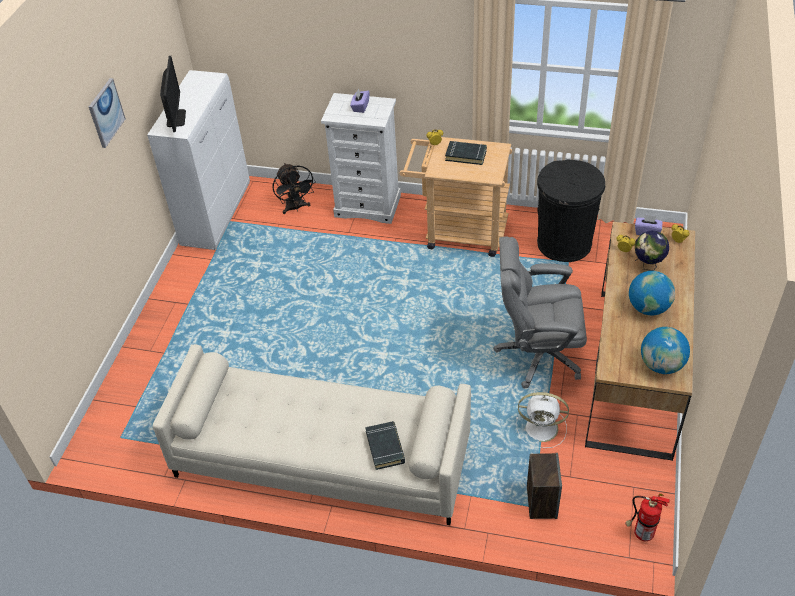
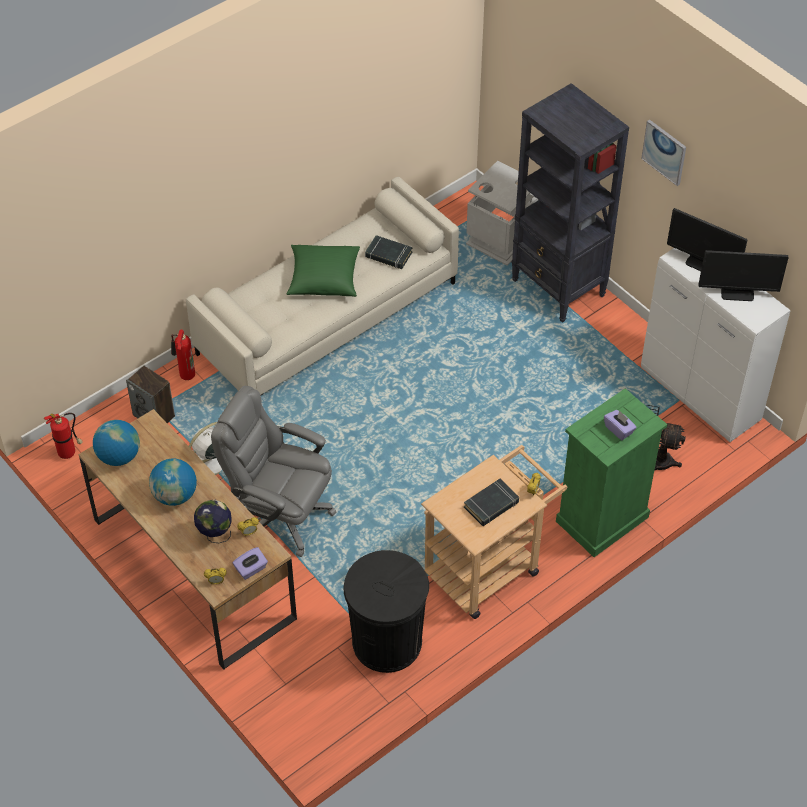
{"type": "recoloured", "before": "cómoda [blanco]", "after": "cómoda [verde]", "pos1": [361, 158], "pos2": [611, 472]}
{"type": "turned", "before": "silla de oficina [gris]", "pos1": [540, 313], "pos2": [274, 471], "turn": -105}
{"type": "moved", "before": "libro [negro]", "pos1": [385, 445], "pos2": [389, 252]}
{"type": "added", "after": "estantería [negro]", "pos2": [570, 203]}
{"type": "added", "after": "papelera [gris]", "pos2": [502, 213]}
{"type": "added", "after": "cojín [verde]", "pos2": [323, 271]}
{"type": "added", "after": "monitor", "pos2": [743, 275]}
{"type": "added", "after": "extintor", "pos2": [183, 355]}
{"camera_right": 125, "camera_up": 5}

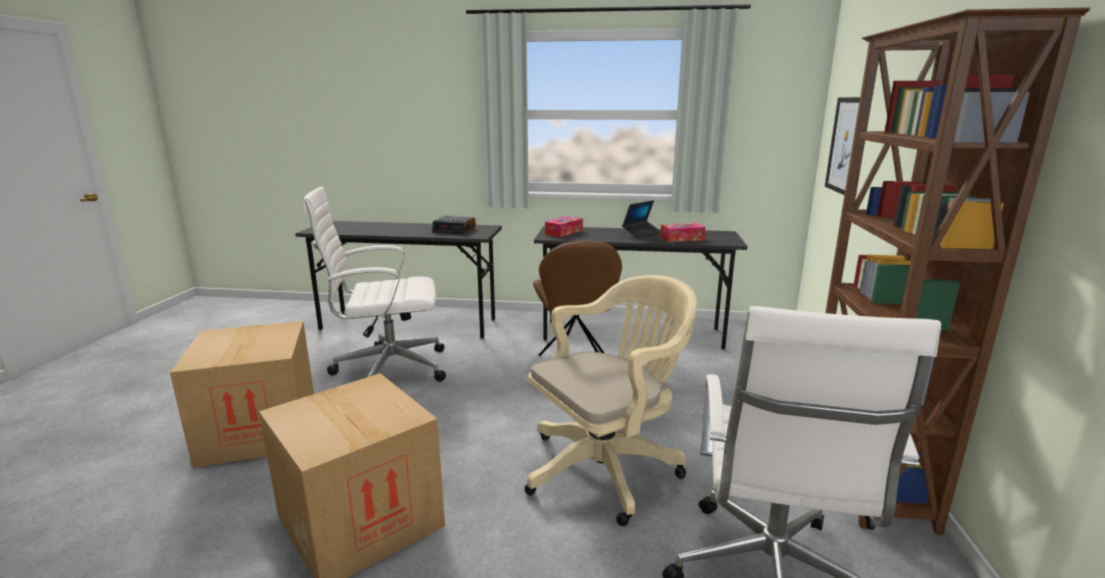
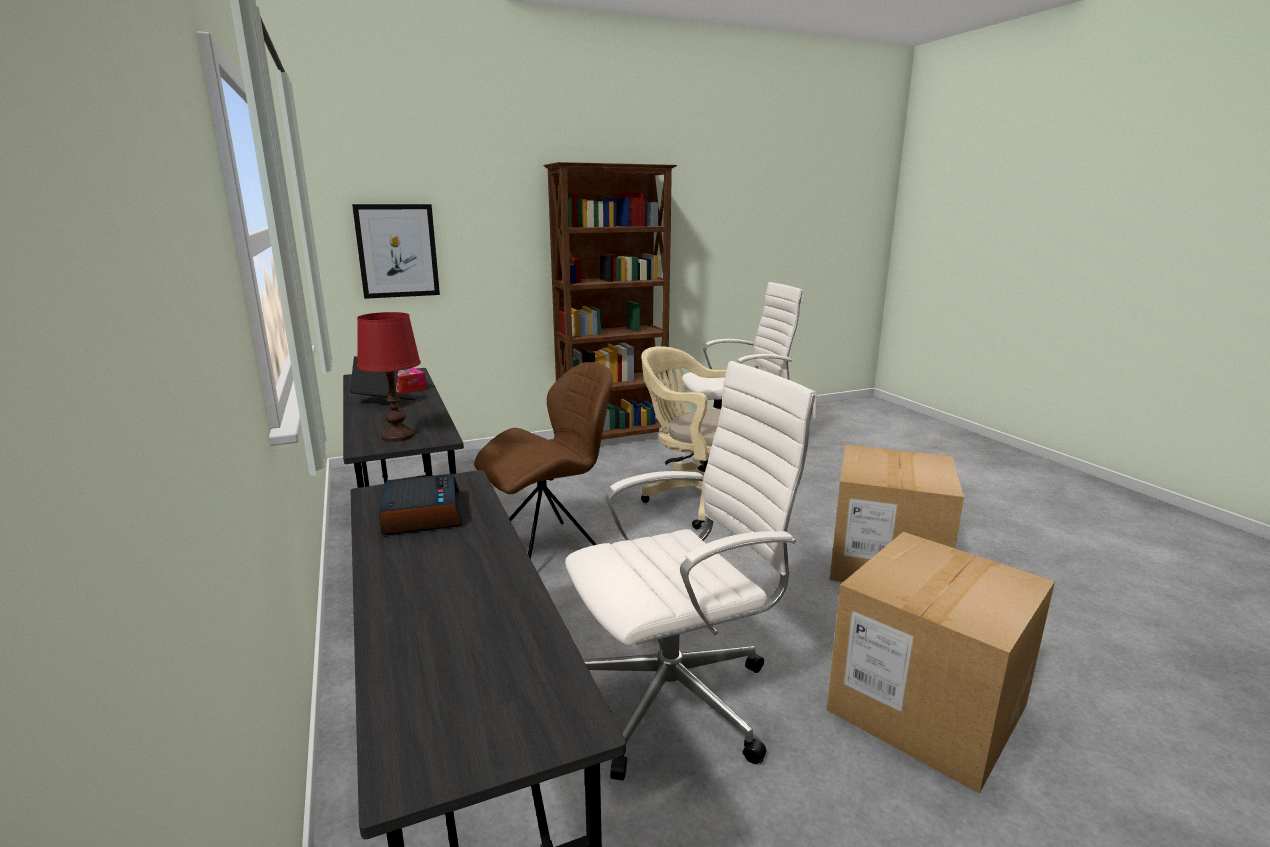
{"type": "turned", "before": "silla de oficina [blanco]", "pos1": [374, 284], "pos2": [691, 570], "turn": -75}
{"type": "replaced", "before": "caja de pañuelos", "after": "lámpara de mesa [rojo]", "pos1": [564, 226], "pos2": [389, 377]}
{"camera_right": -120, "camera_up": 0}

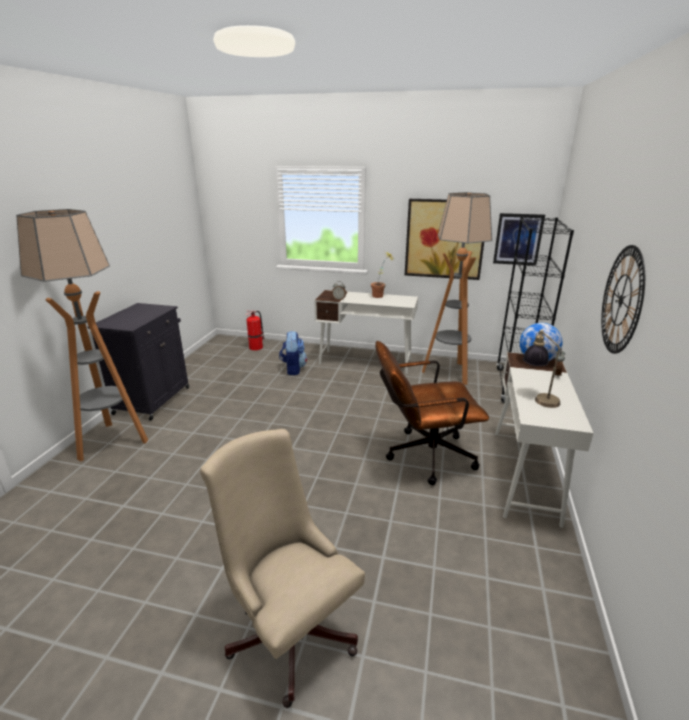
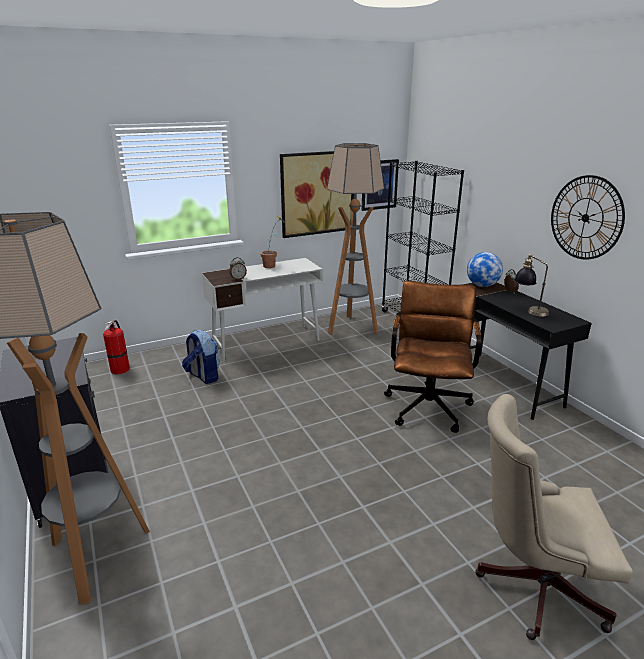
{"type": "turned", "before": "silla de oficina [marrón]", "pos1": [432, 413], "pos2": [432, 357], "turn": 150}
{"type": "recoloured", "before": "escritorio [blanco]", "after": "escritorio [negro]", "pos1": [544, 440], "pos2": [527, 351]}
{"camera_right": -40, "camera_up": 0}

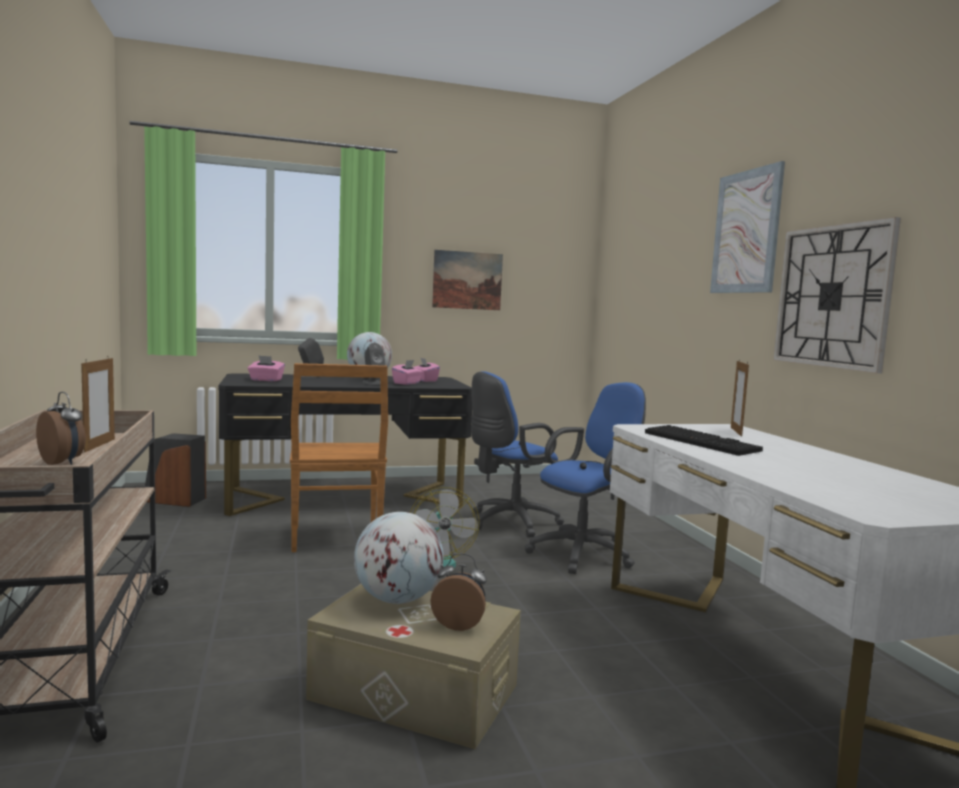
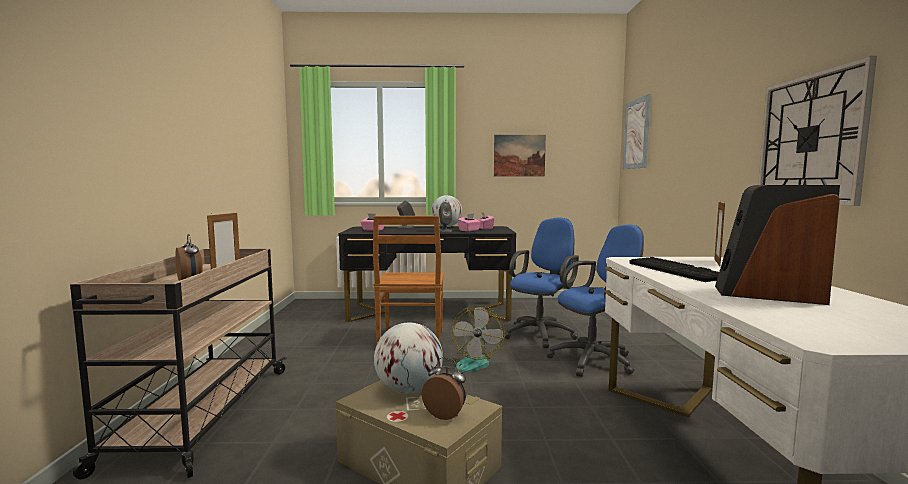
{"type": "moved", "before": "cuadro", "pos1": [747, 227], "pos2": [637, 131]}
{"type": "turned", "before": "silla de oficina [azul]", "pos1": [517, 454], "pos2": [541, 283], "turn": 150}
{"type": "moved", "before": "altavoz", "pos1": [175, 470], "pos2": [777, 245]}
{"camera_right": 15, "camera_up": 0}

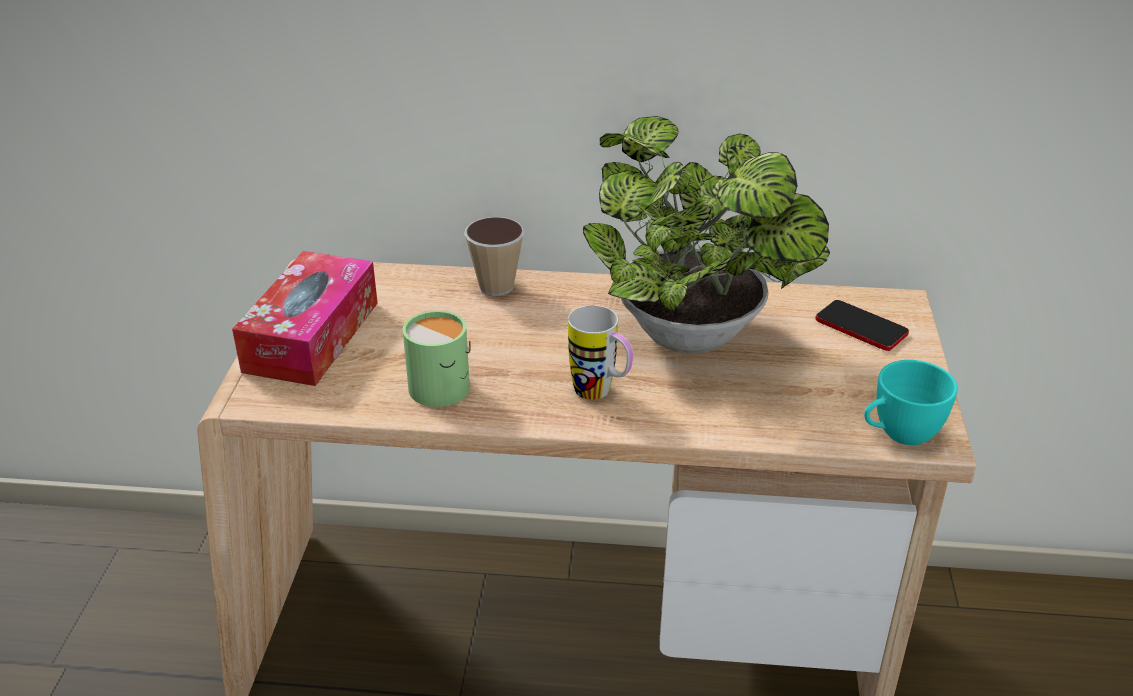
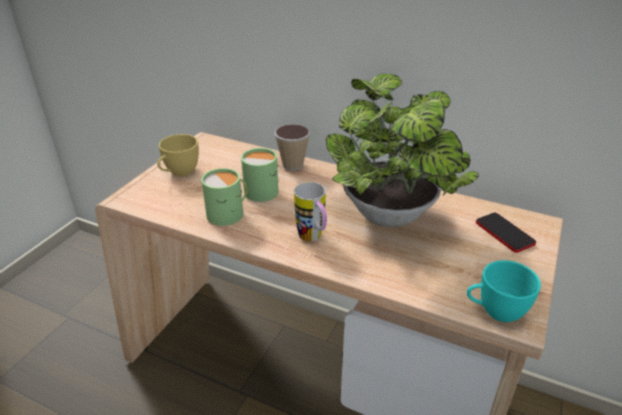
{"type": "replaced", "before": "caja de pañuelos", "after": "taza [amarillo]", "pos1": [305, 318], "pos2": [178, 155]}
{"type": "added", "after": "taza grande [verde]", "pos2": [260, 175]}
{"camera_right": 20, "camera_up": 0}

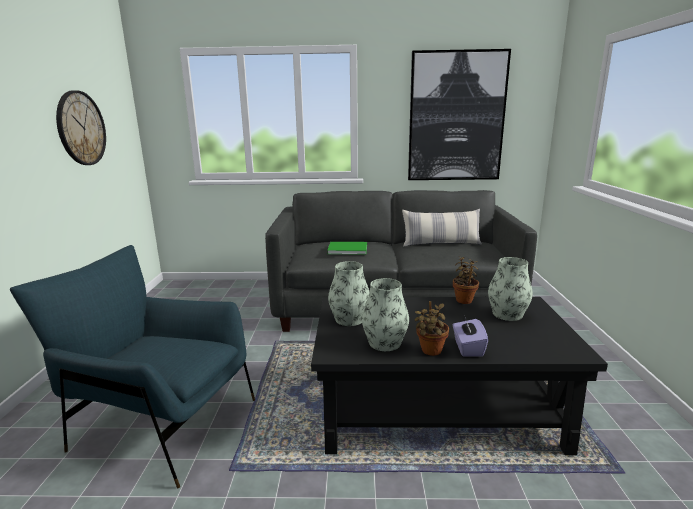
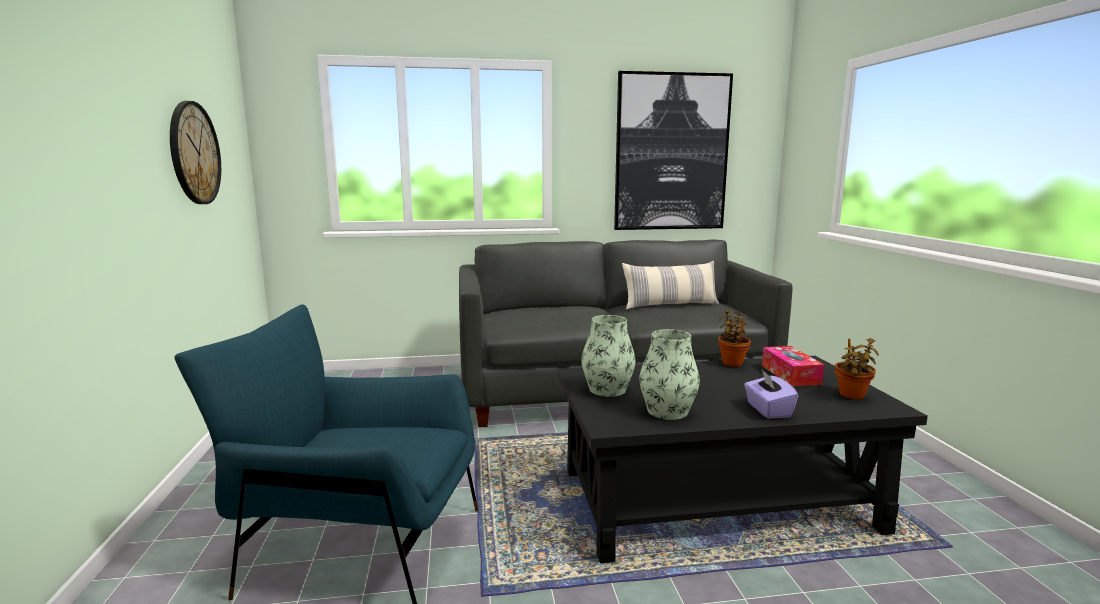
{"type": "removed", "before": "libro [verde]", "pos1": [347, 248]}
{"type": "replaced", "before": "florero", "after": "caja de pañuelos", "pos1": [510, 289], "pos2": [793, 366]}
{"type": "moved", "before": "planta en maceta", "pos1": [431, 328], "pos2": [857, 369]}
{"camera_right": -10, "camera_up": -5}

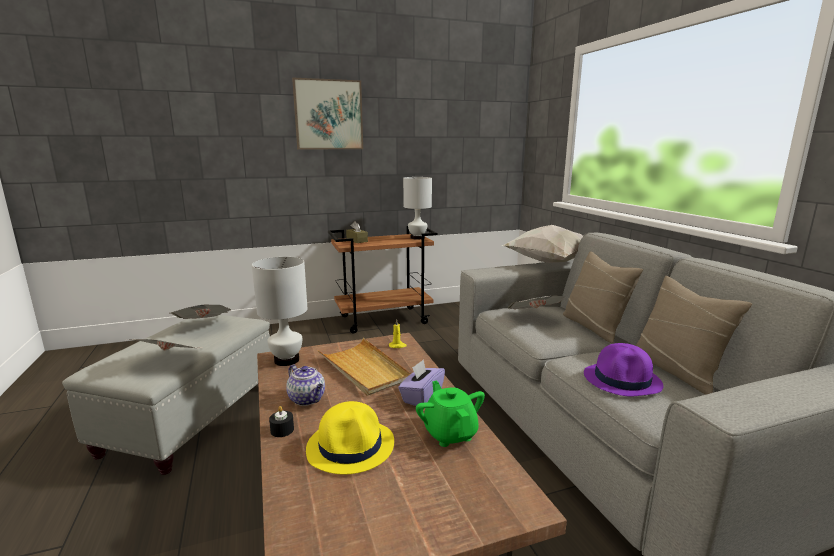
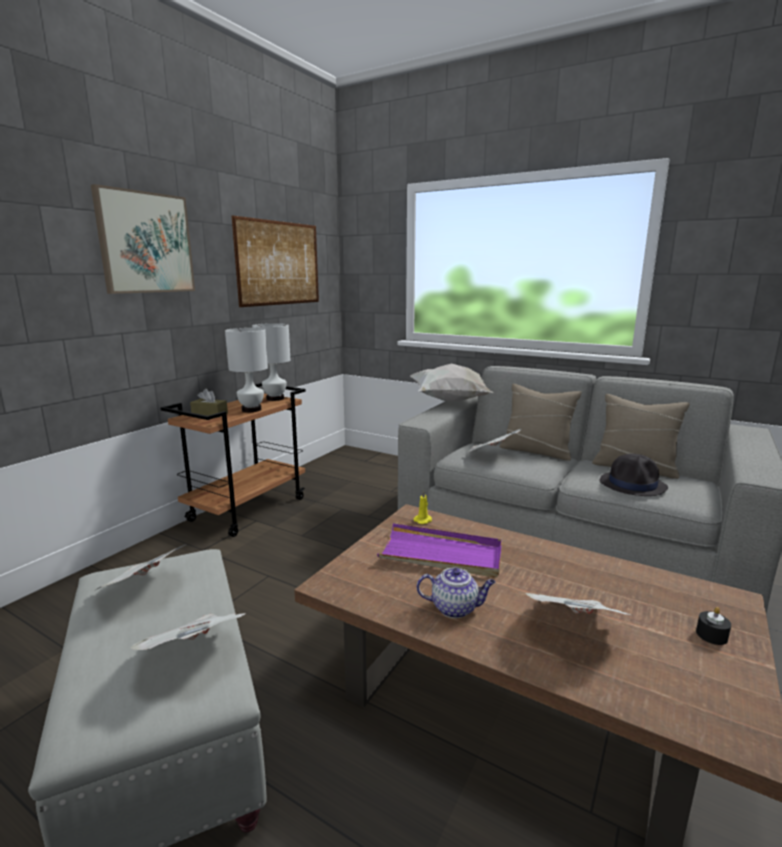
{"type": "moved", "before": "lámpara de mesa [blanco]", "pos1": [280, 311], "pos2": [246, 370]}
{"type": "recoloured", "before": "bandeja [beis]", "after": "bandeja [morado]", "pos1": [364, 367], "pos2": [439, 550]}
{"type": "recoloured", "before": "sombrero [morado]", "after": "sombrero [negro]", "pos1": [623, 369], "pos2": [634, 475]}
{"type": "removed", "before": "caja de pañuelos [morado]", "pos1": [421, 382]}
{"type": "removed", "before": "tetera [verde]", "pos1": [450, 414]}
{"type": "replaced", "before": "sombrero [amarillo]", "after": "periódico", "pos1": [350, 437], "pos2": [579, 604]}
{"type": "moved", "before": "vela [negro]", "pos1": [281, 421], "pos2": [713, 626]}
{"type": "added", "after": "cuadro", "pos2": [275, 261]}
{"camera_right": -40, "camera_up": 0}

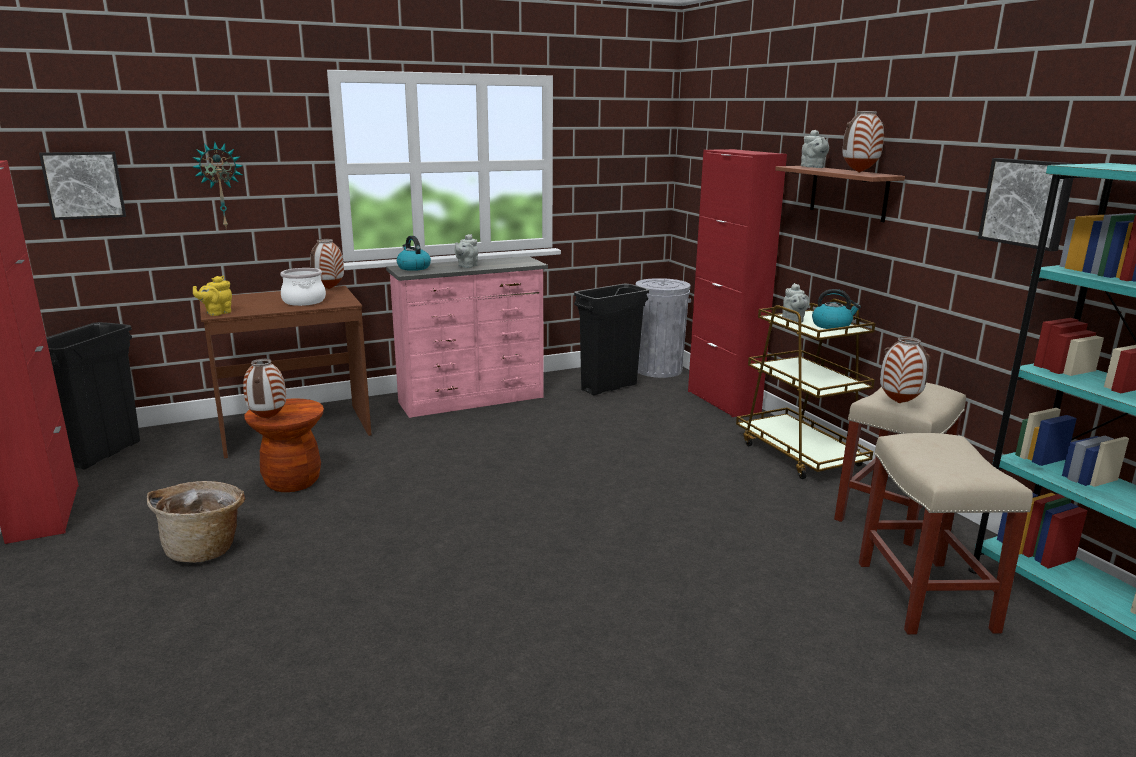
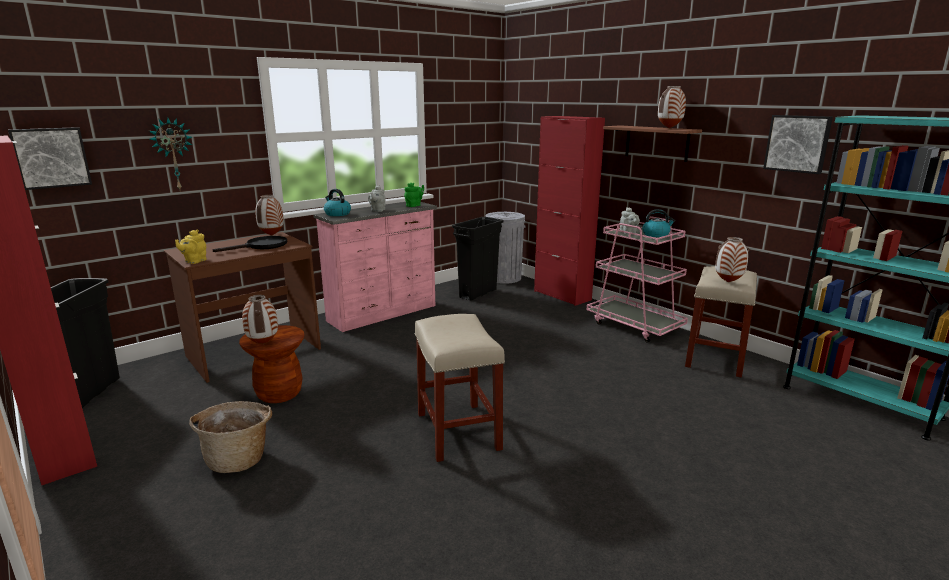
{"type": "removed", "before": "tetera [gris]", "pos1": [815, 149]}
{"type": "replaced", "before": "olla", "after": "sartén [negro]", "pos1": [303, 287], "pos2": [250, 244]}
{"type": "recoloured", "before": "carrito [marrón]", "after": "carrito [rosa]", "pos1": [805, 389], "pos2": [637, 279]}
{"type": "moved", "before": "taburete [beis]", "pos1": [946, 533], "pos2": [460, 388]}
{"type": "added", "after": "tetera [verde]", "pos2": [414, 195]}
{"camera_right": -15, "camera_up": 0}

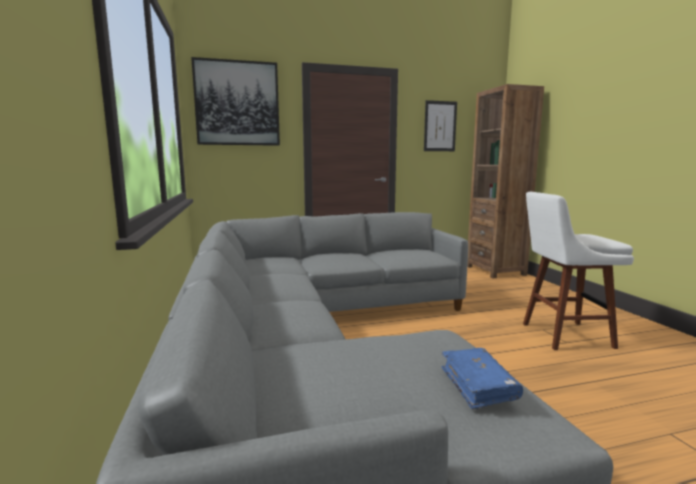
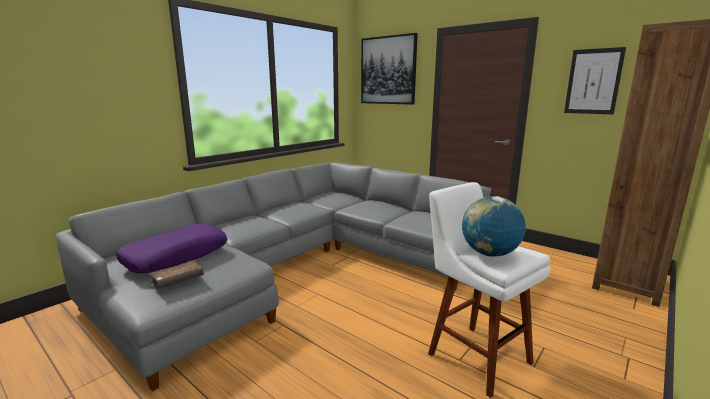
{"type": "recoloured", "before": "libro [azul]", "after": "libro [marrón]", "pos1": [482, 379], "pos2": [176, 274]}
{"type": "added", "after": "globo terráqueo", "pos2": [494, 226]}
{"type": "added", "after": "cojín [morado]", "pos2": [171, 248]}
{"camera_right": 55, "camera_up": 5}

